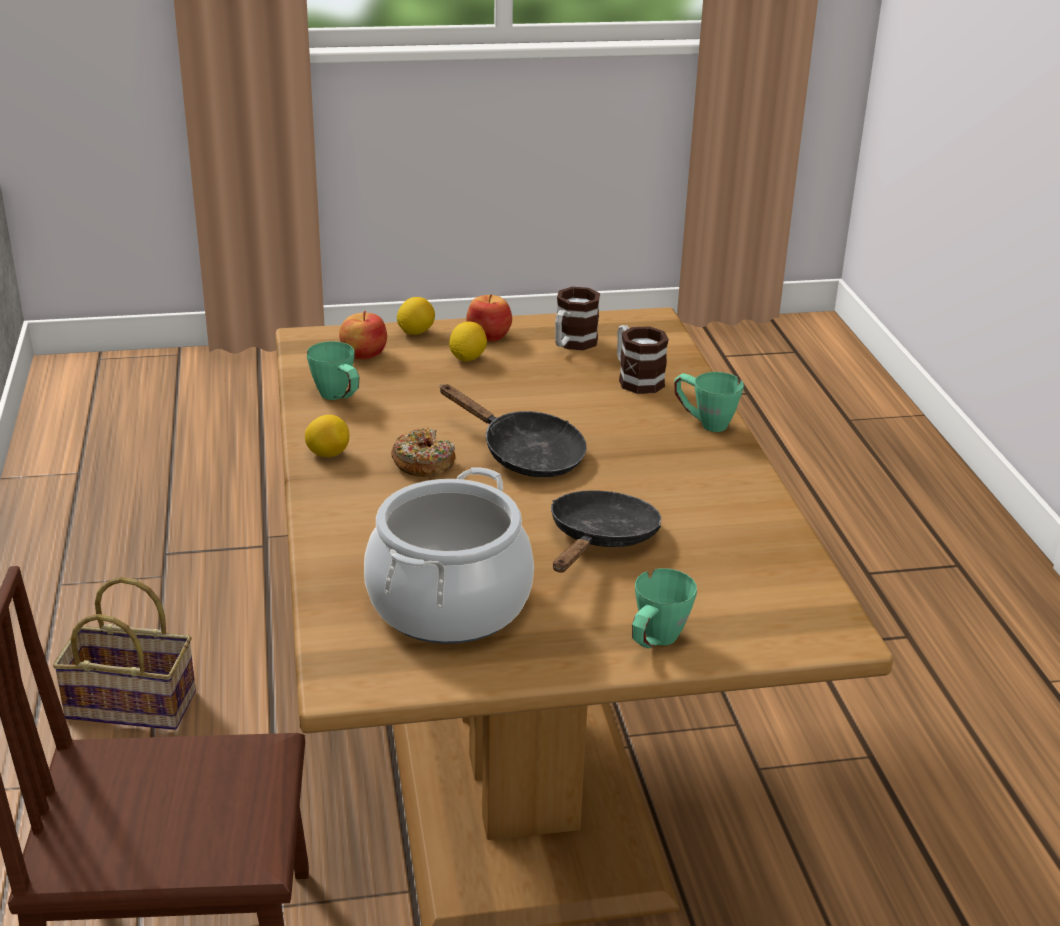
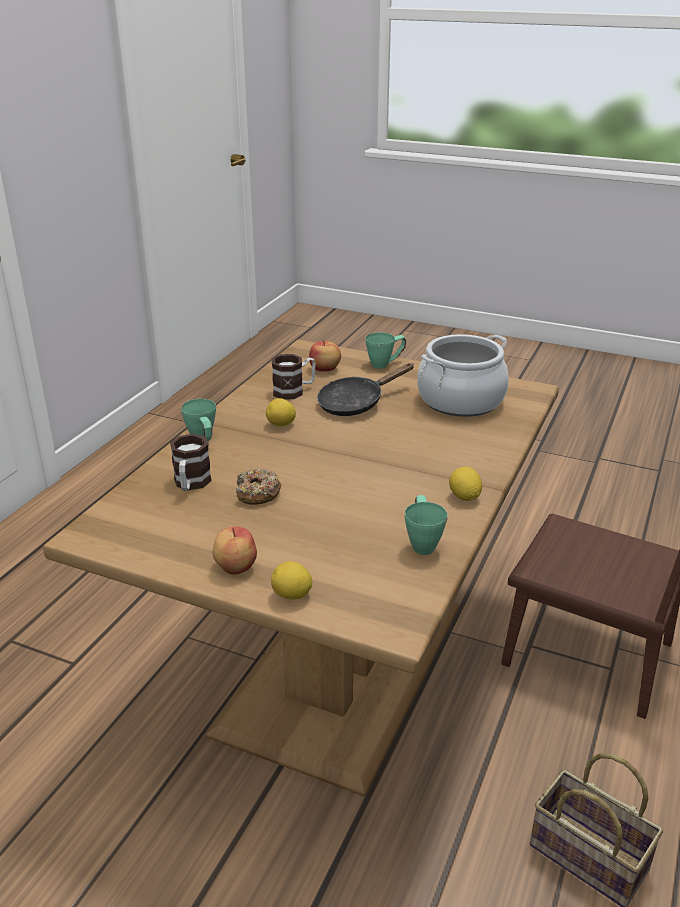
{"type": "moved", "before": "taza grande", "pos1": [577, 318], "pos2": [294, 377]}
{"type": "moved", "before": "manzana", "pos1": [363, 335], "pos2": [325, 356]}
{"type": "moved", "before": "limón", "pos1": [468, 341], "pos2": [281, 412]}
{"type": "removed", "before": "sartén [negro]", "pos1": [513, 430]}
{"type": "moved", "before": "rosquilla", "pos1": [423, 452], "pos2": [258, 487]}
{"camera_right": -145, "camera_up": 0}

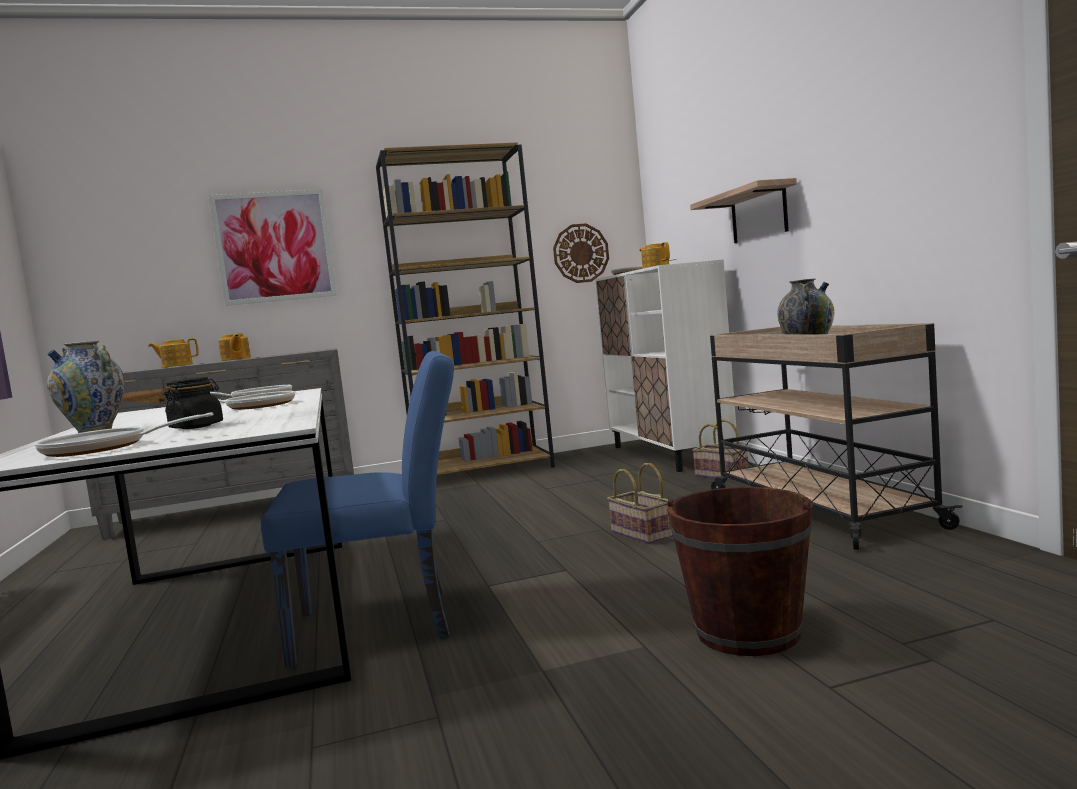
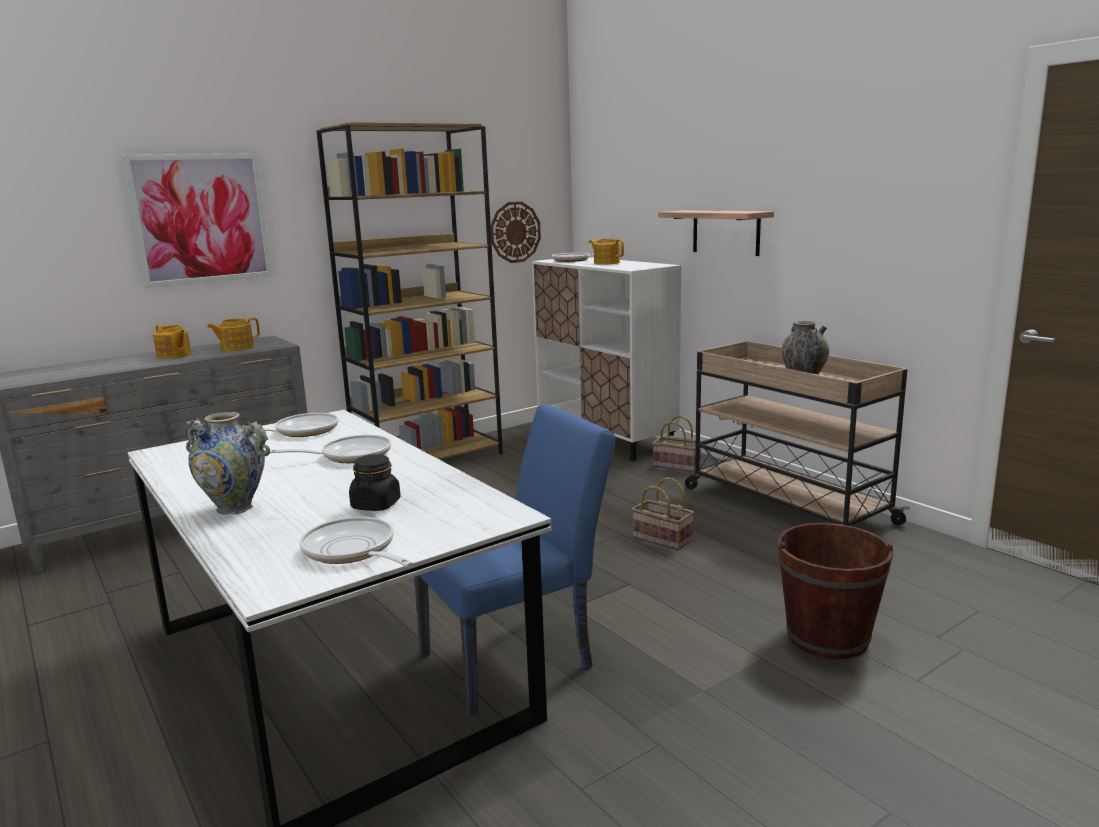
{"type": "moved", "before": "tetera", "pos1": [173, 352], "pos2": [233, 334]}
{"type": "turned", "before": "sartén", "pos1": [124, 434], "pos2": [356, 542], "turn": 75}
{"camera_right": -20, "camera_up": 10}

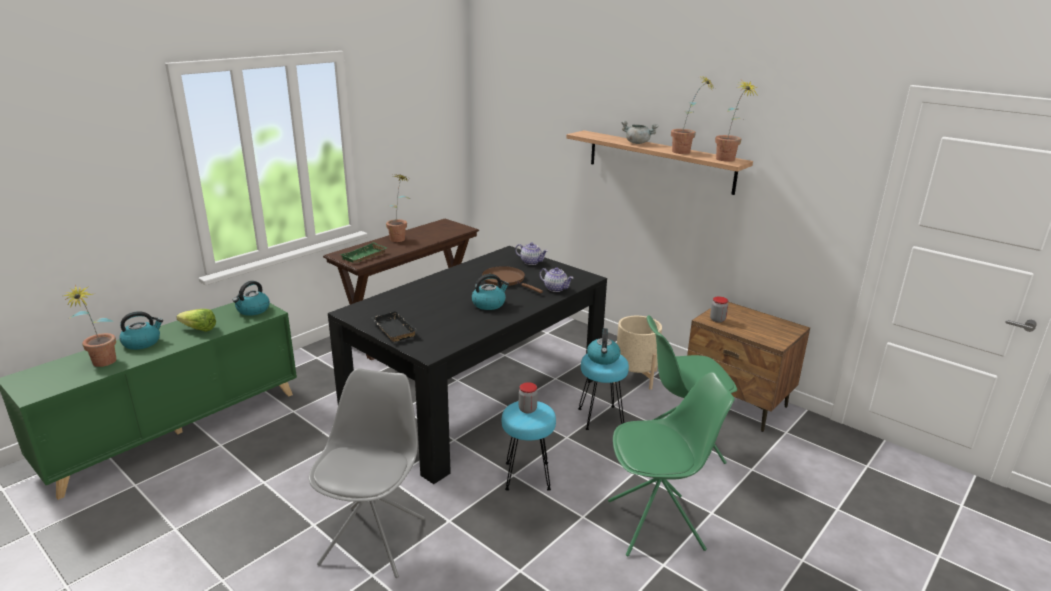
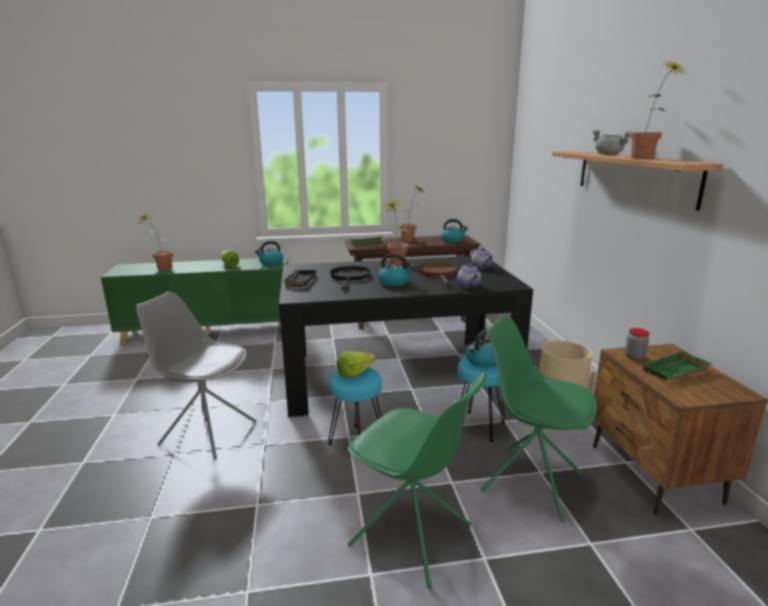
{"type": "moved", "before": "planta en maceta", "pos1": [736, 121], "pos2": [397, 232]}
{"type": "moved", "before": "hervidor", "pos1": [141, 330], "pos2": [454, 231]}
{"type": "turned", "before": "silla [gris]", "pos1": [367, 473], "pos2": [196, 376], "turn": -120}
{"type": "replaced", "before": "tarro", "after": "lechuga", "pos1": [528, 397], "pos2": [356, 365]}
{"type": "added", "after": "sartén [negro]", "pos2": [350, 277]}
{"type": "added", "after": "bandeja [verde]", "pos2": [677, 366]}
{"camera_right": 40, "camera_up": -5}

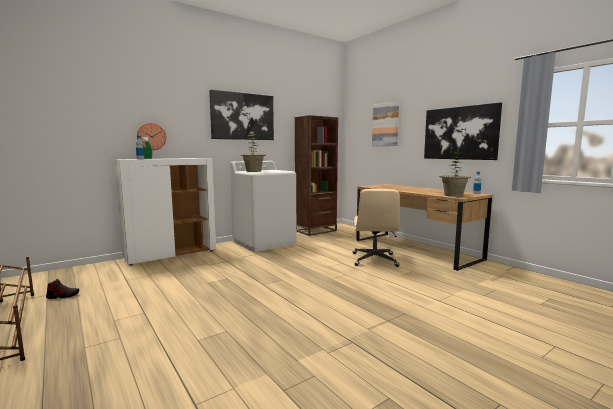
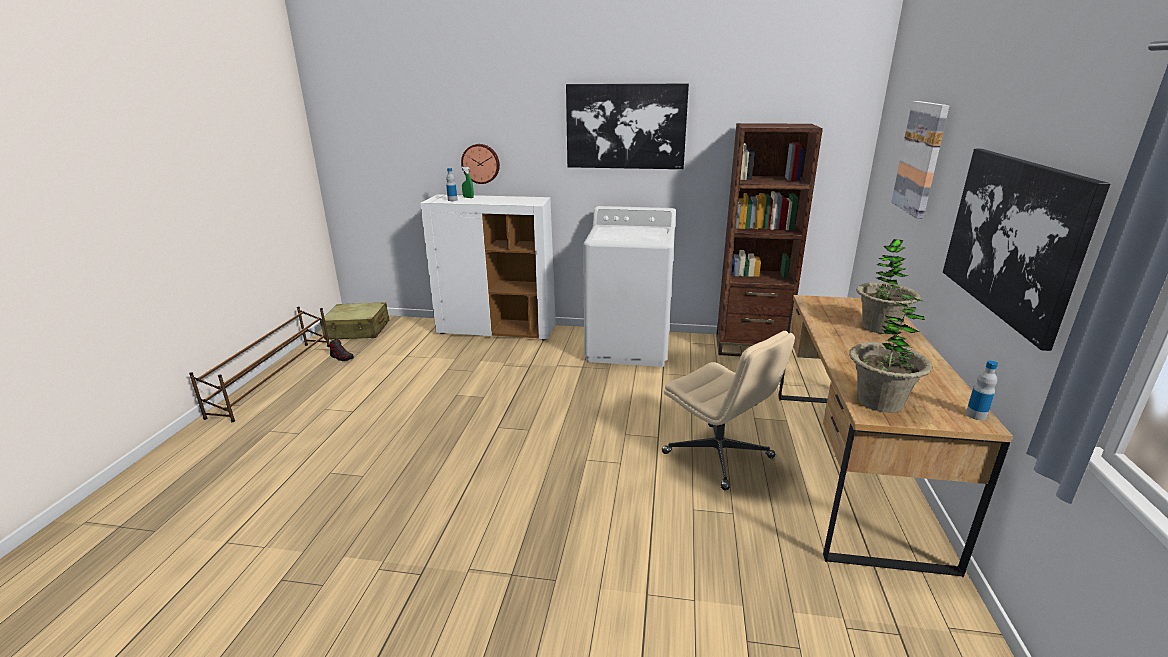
{"type": "moved", "before": "planta en maceta", "pos1": [253, 152], "pos2": [888, 286]}
{"type": "turned", "before": "silla de oficina [beis]", "pos1": [376, 228], "pos2": [728, 411], "turn": -90}
{"type": "added", "after": "maleta [beis]", "pos2": [354, 321]}
{"camera_right": 45, "camera_up": 15}

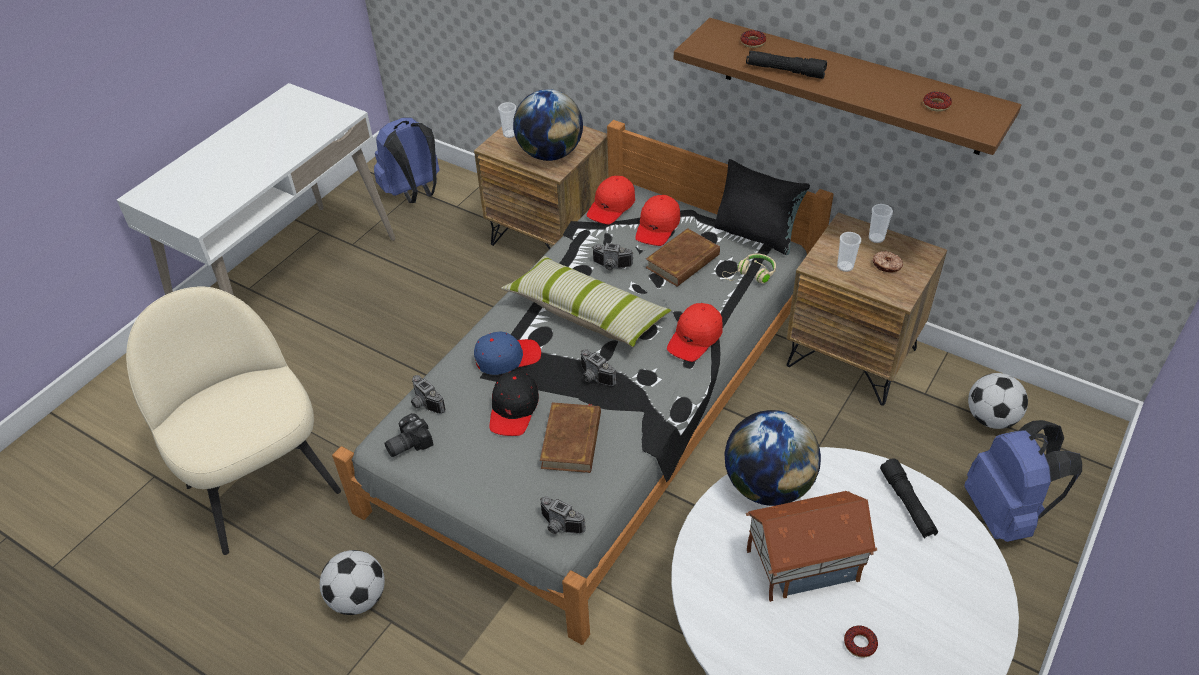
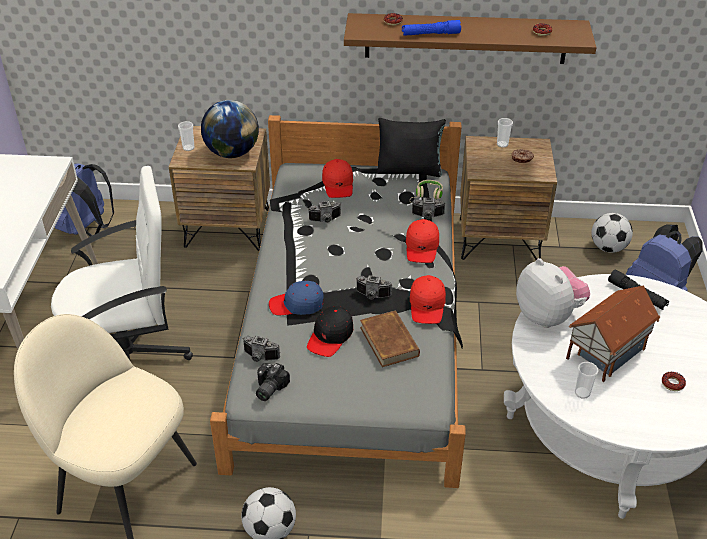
{"type": "recoloured", "before": "linterna [negro]", "after": "linterna [azul]", "pos1": [786, 65], "pos2": [431, 27]}
{"type": "moved", "before": "gorra [rojo]", "pos1": [611, 200], "pos2": [428, 299]}
{"type": "removed", "before": "libro [marrón]", "pos1": [683, 257]}
{"type": "moved", "before": "taza", "pos1": [849, 252], "pos2": [587, 380]}
{"type": "removed", "before": "cojín", "pos1": [586, 301]}
{"type": "turned", "before": "gorra [azul]", "pos1": [507, 353], "pos2": [296, 298], "turn": -135}
{"type": "turned", "before": "gorra [negro]", "pos1": [514, 403], "pos2": [330, 331], "turn": 45}
{"type": "replaced", "before": "globo terráqueo", "after": "peluche", "pos1": [772, 458], "pos2": [553, 293]}
{"type": "moved", "before": "cámara", "pos1": [563, 515], "pos2": [429, 208]}
{"type": "added", "after": "silla de oficina [blanco]", "pos2": [122, 263]}
{"camera_right": -30, "camera_up": -5}

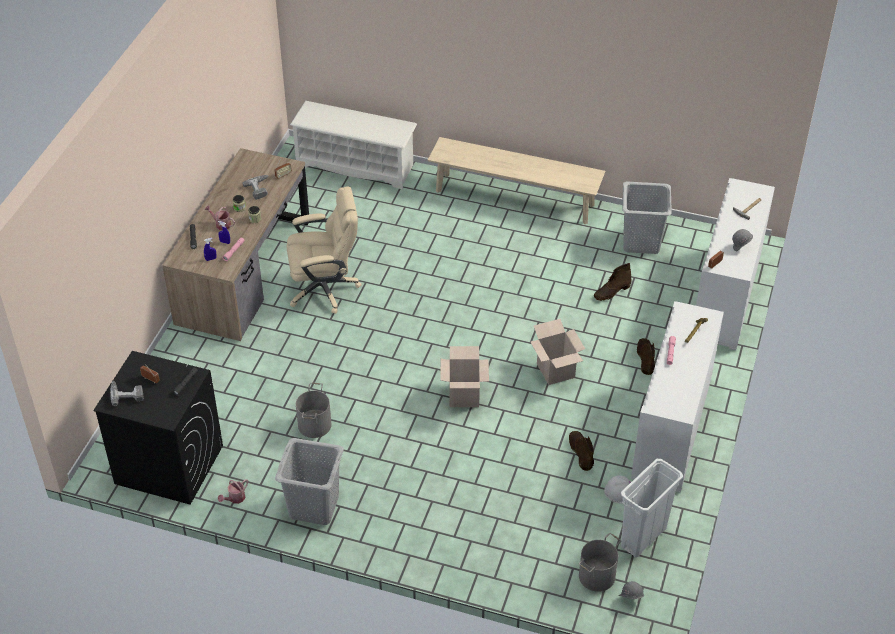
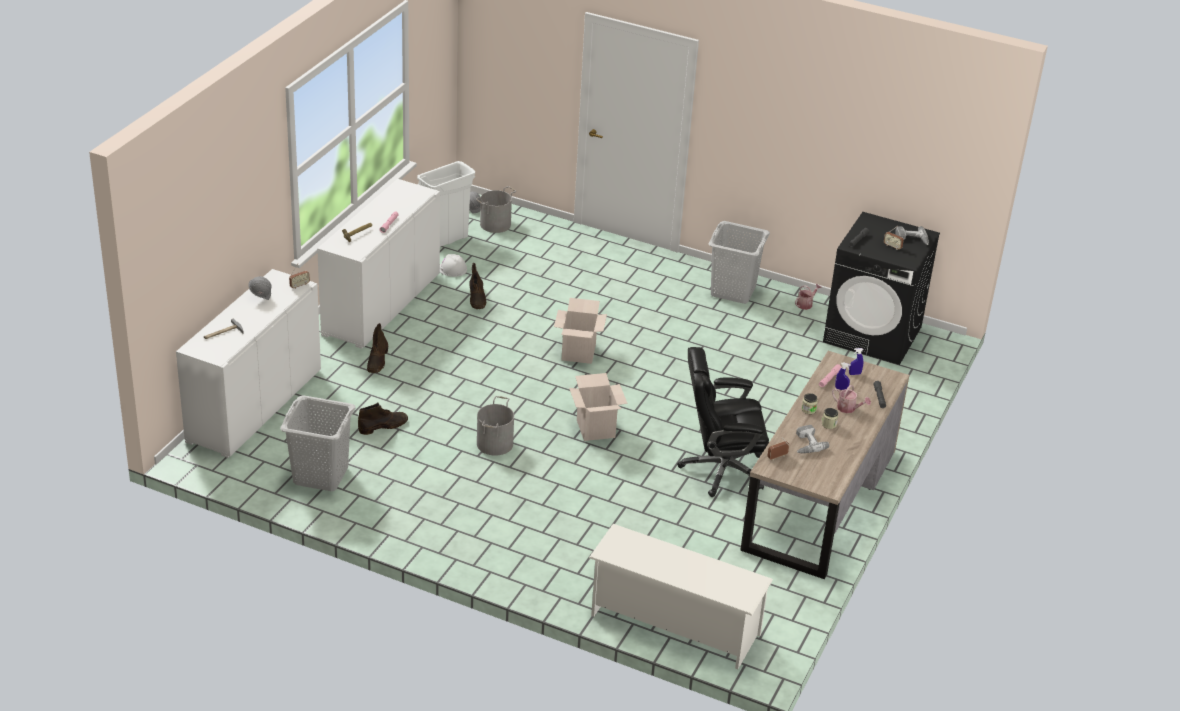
{"type": "removed", "before": "banco [beis]", "pos1": [516, 180]}
{"type": "recoloured", "before": "silla de oficina [beis]", "after": "silla de oficina [negro]", "pos1": [324, 250], "pos2": [723, 422]}
{"type": "moved", "before": "caja de cartón", "pos1": [558, 352], "pos2": [598, 407]}
{"type": "moved", "before": "cubo [gris]", "pos1": [314, 410], "pos2": [495, 426]}
{"camera_right": -175, "camera_up": -10}

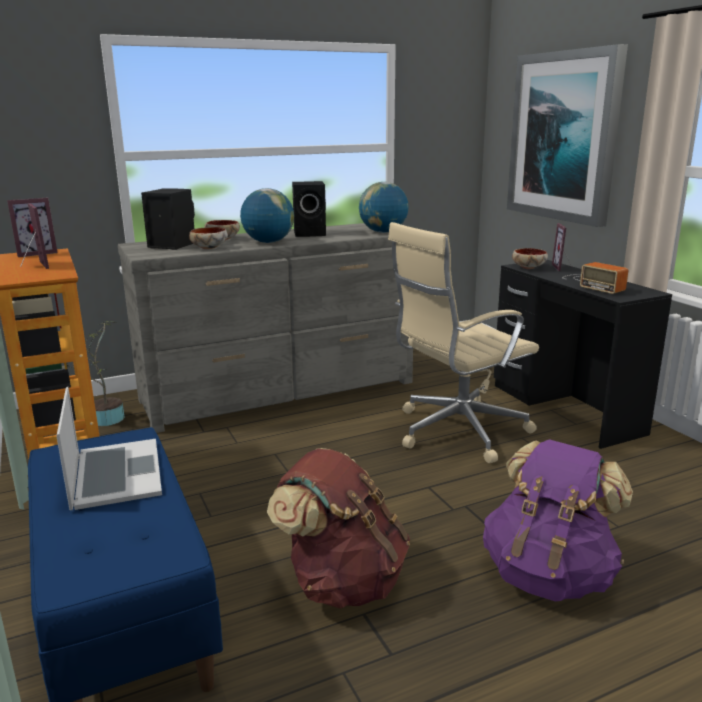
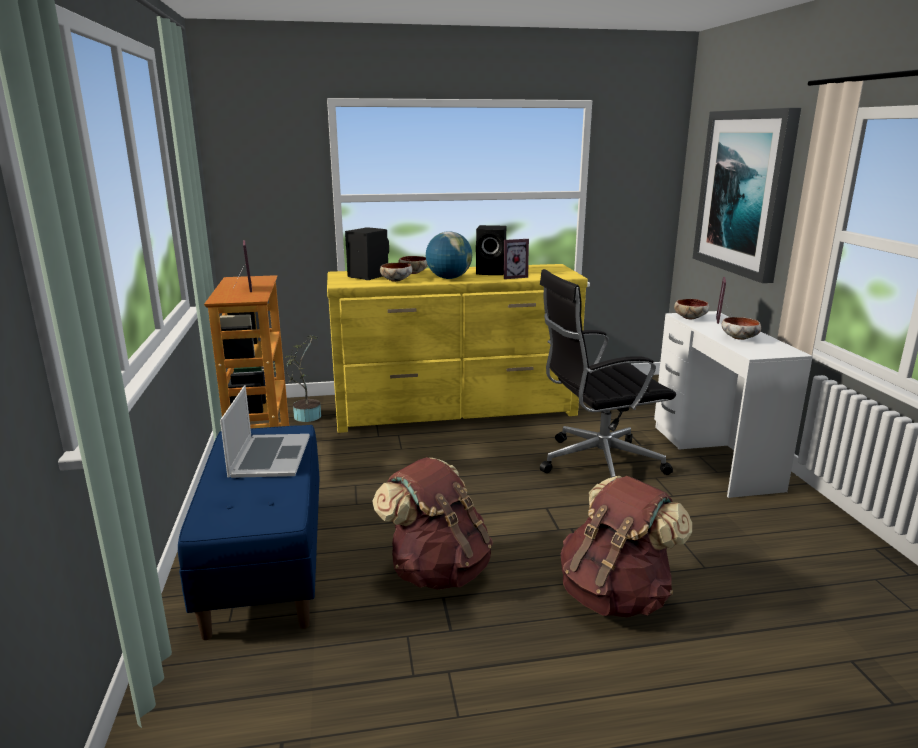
{"type": "removed", "before": "globo terráqueo", "pos1": [384, 207]}
{"type": "moved", "before": "portarretratos", "pos1": [32, 227], "pos2": [516, 259]}
{"type": "recoloured", "before": "silla de oficina [beis]", "after": "silla de oficina [negro]", "pos1": [463, 342], "pos2": [608, 373]}
{"type": "recoloured", "before": "cómoda [gris]", "after": "cómoda [amarillo]", "pos1": [265, 328], "pos2": [457, 348]}
{"type": "recoloured", "before": "escritorio [negro]", "after": "escritorio [blanco]", "pos1": [583, 354], "pos2": [733, 404]}
{"type": "replaced", "before": "radio", "after": "cuenco", "pos1": [596, 278], "pos2": [741, 328]}
{"type": "recoloured", "before": "mochila [morado]", "after": "mochila [marrón]", "pos1": [558, 520], "pos2": [626, 546]}
{"camera_right": 15, "camera_up": 0}

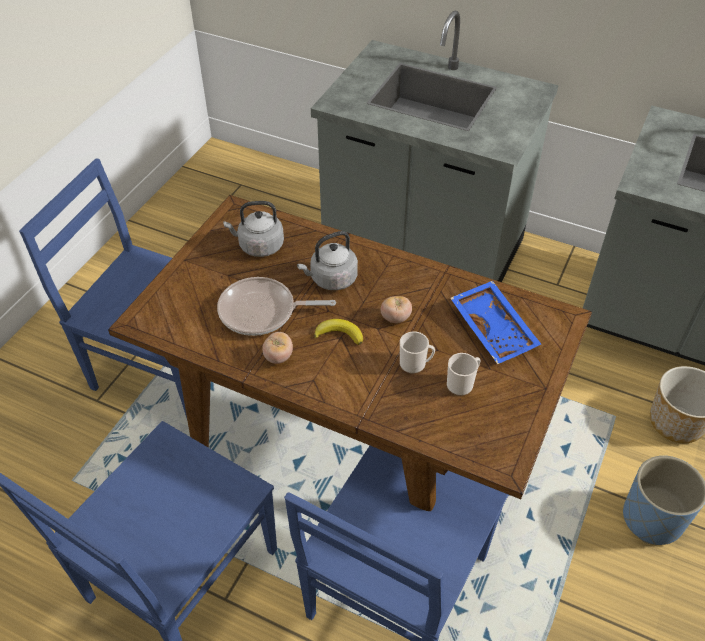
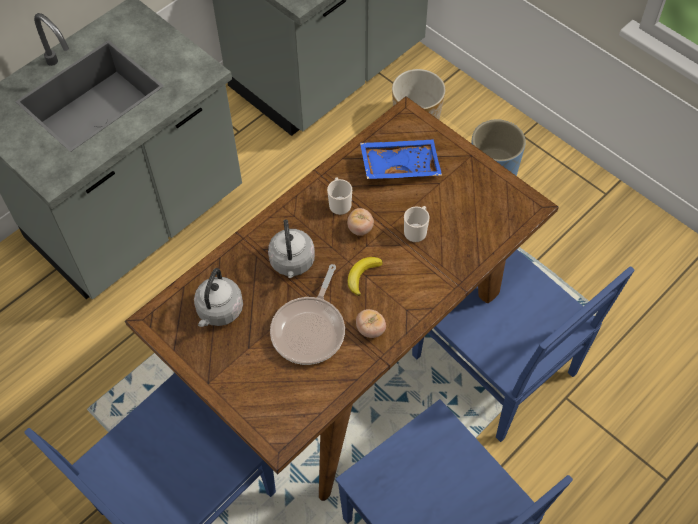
{"type": "moved", "before": "taza grande", "pos1": [464, 374], "pos2": [339, 196]}
{"camera_right": -70, "camera_up": 10}

